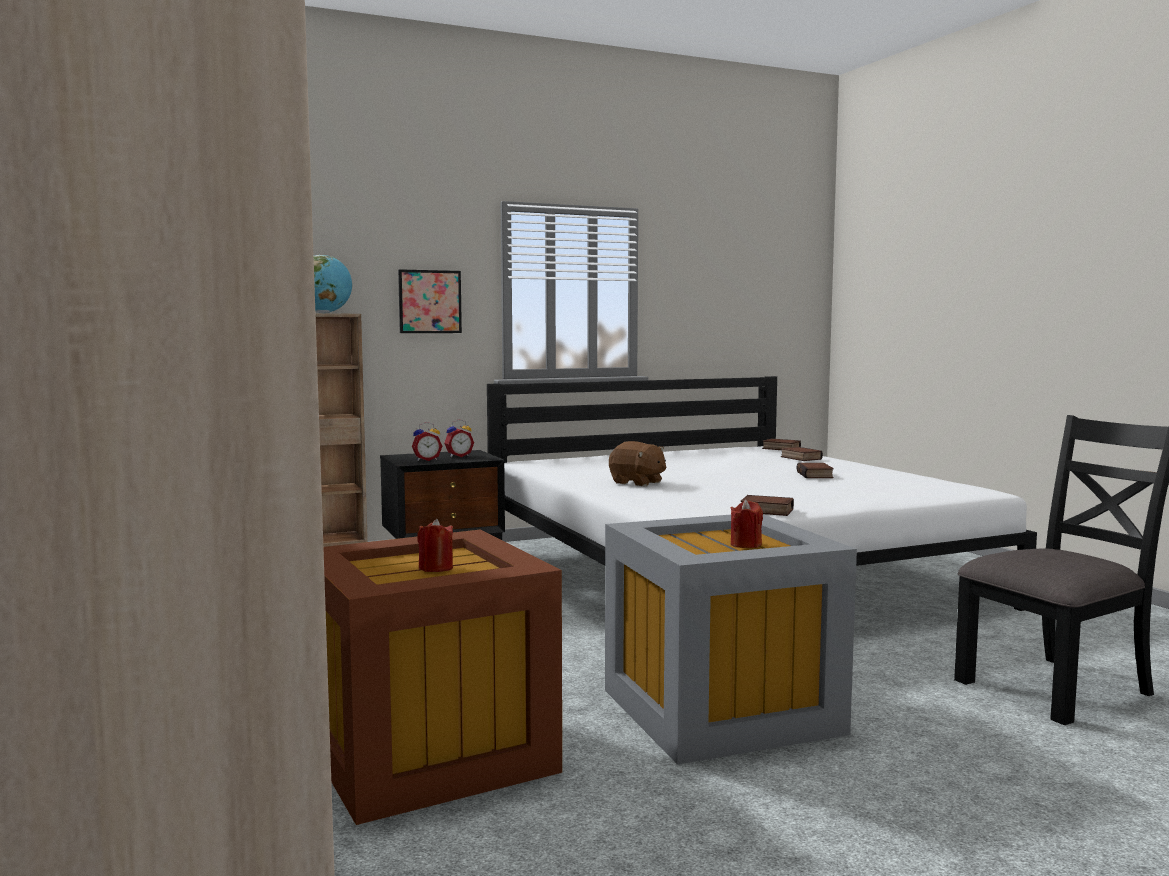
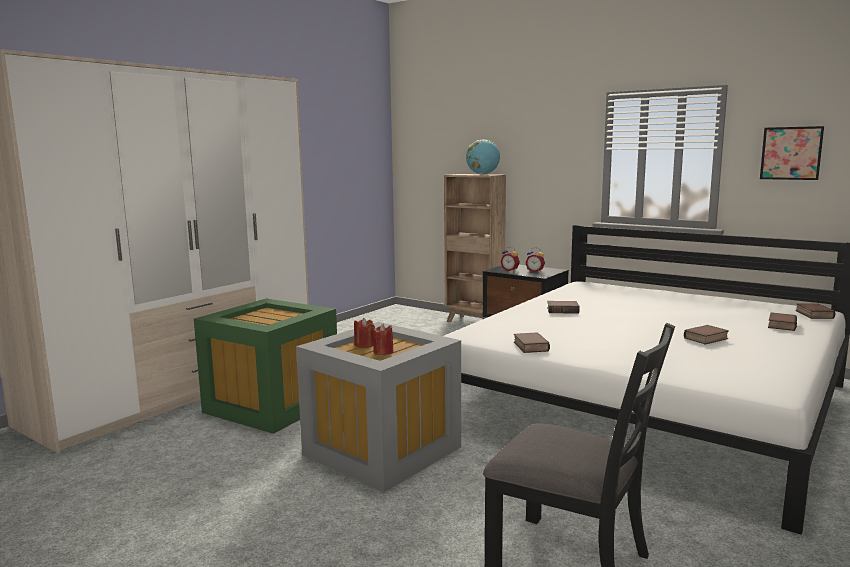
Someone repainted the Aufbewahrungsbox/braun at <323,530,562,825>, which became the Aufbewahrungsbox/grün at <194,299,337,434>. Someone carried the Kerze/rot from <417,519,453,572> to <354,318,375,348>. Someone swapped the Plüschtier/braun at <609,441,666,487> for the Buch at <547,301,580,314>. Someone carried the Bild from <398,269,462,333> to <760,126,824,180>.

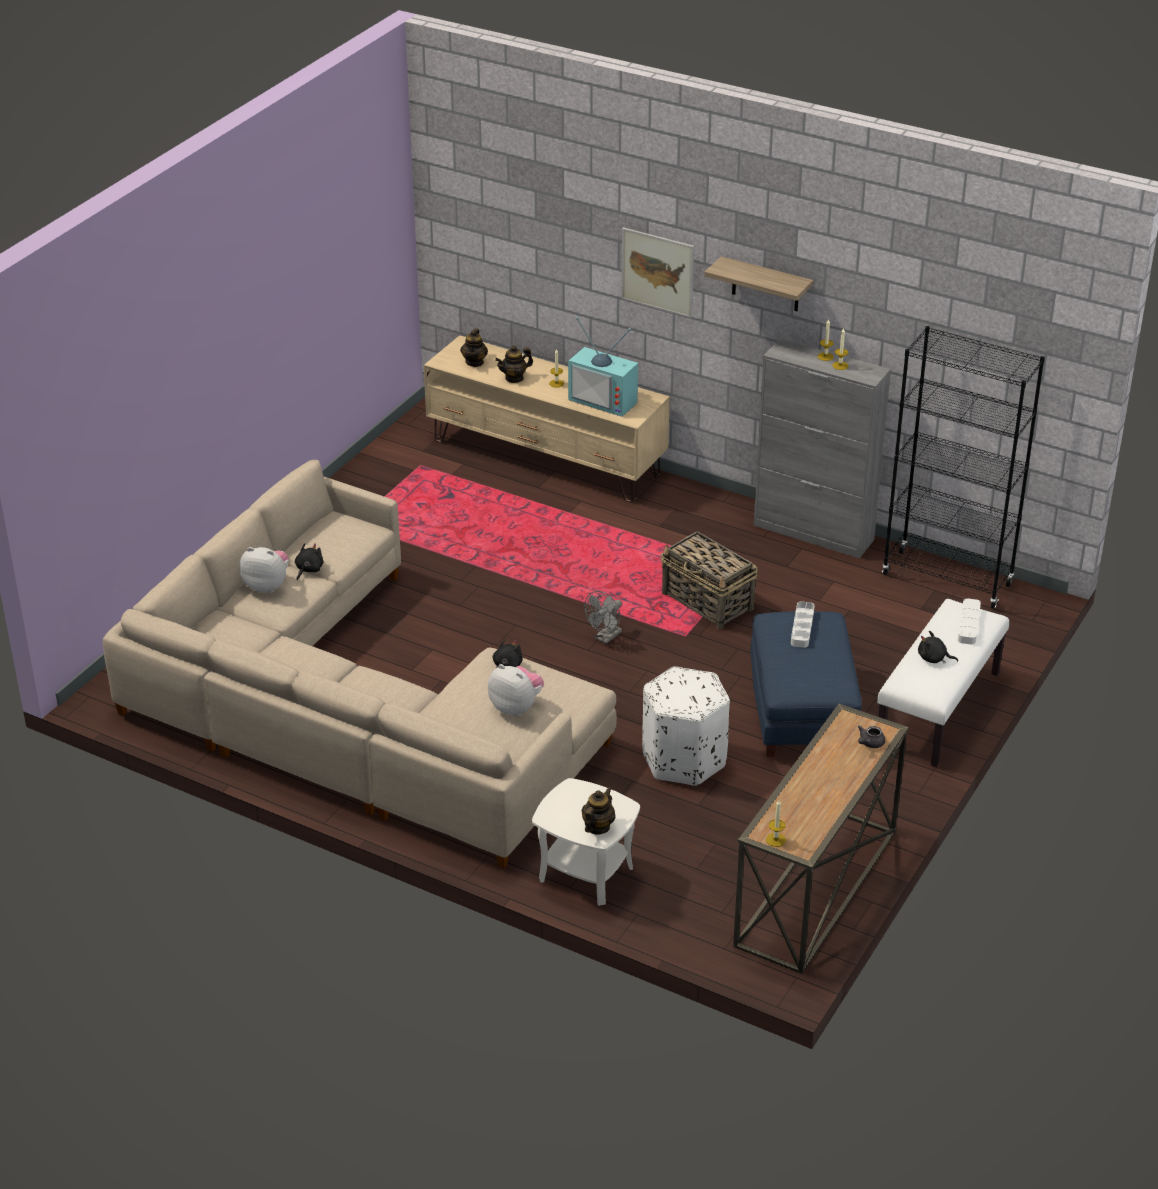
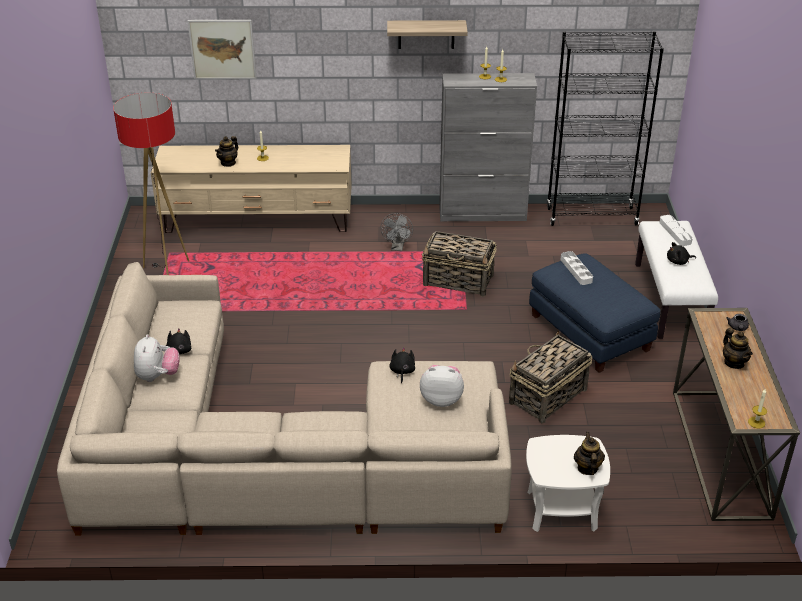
Someone put down the Stehlampe at <113,93,189,275>. Someone rotated the Plüschtier at <239,547,289,593> by 105 degrees clockwise. Someone carried the Bild from <621,227,694,318> to <188,20,256,79>. Someone carried the Ventilator/grau from <584,591,622,644> to <380,213,413,251>. Someone swapped the Polsterhocker/weiß at <642,667,730,786> for the Korb at <509,331,592,423>. Someone carried the Teekanne from <460,328,488,367> to <723,328,753,369>. Someone took away the Fernseher at <568,317,638,417>.

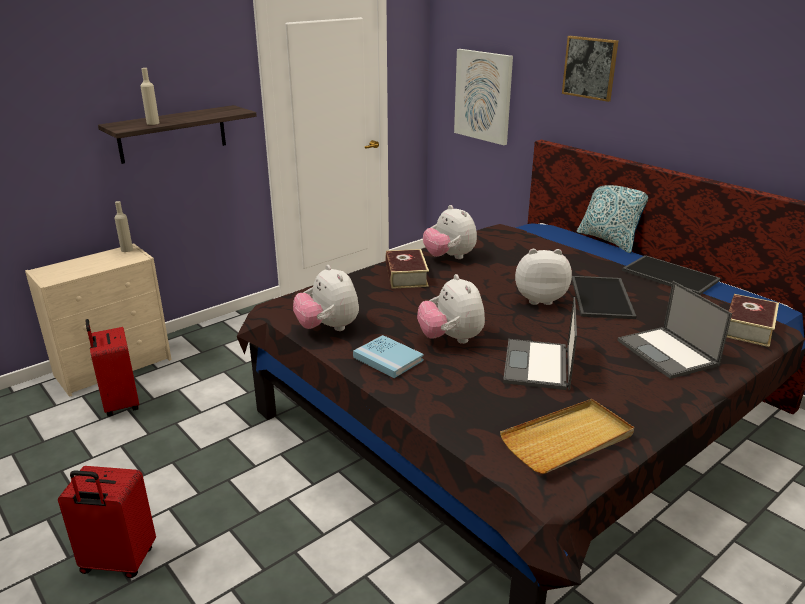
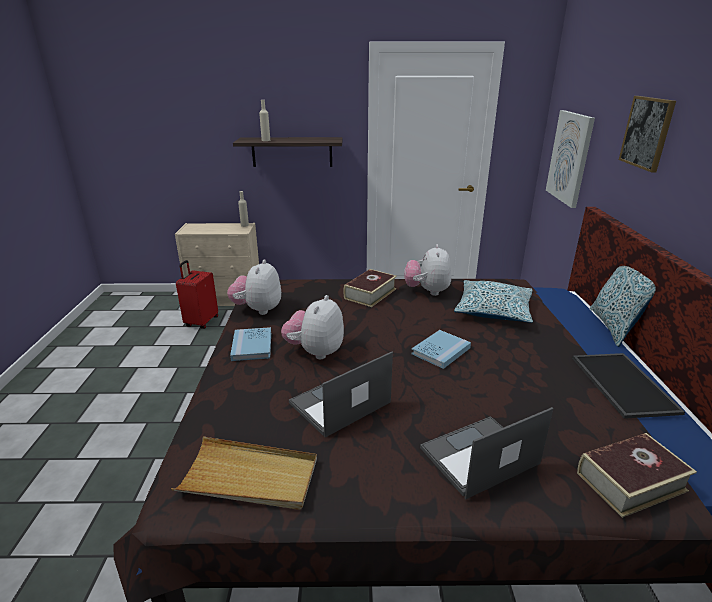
Someone swapped the Plüschtier at <515,249,572,305> for the Buch/blau at <412,330,471,369>. Someone rotated the Laptop at <618,281,732,379> by 45 degrees clockwise. Someone put down the Kissen at <454,280,533,323>. Someone took away the Koffer/rot at <58,466,156,578>. Someone took away the Tablett at <572,276,636,319>.

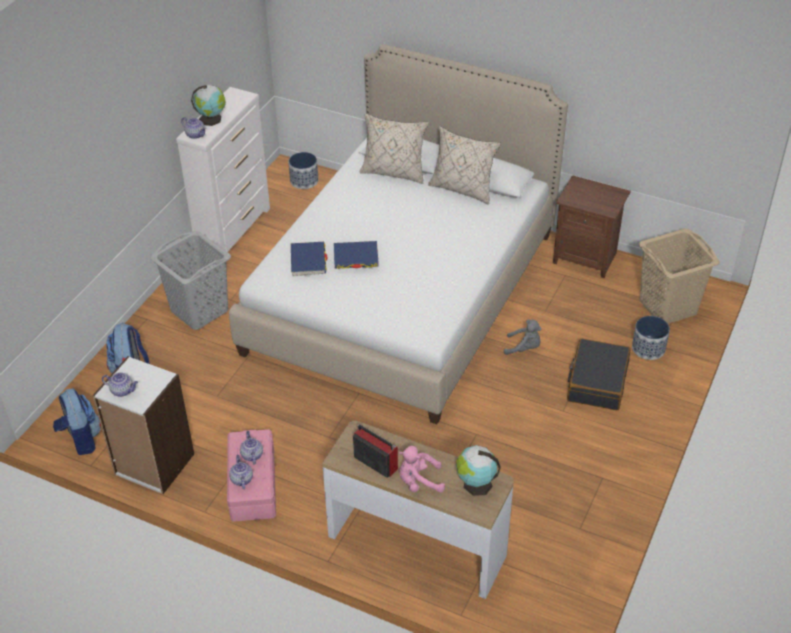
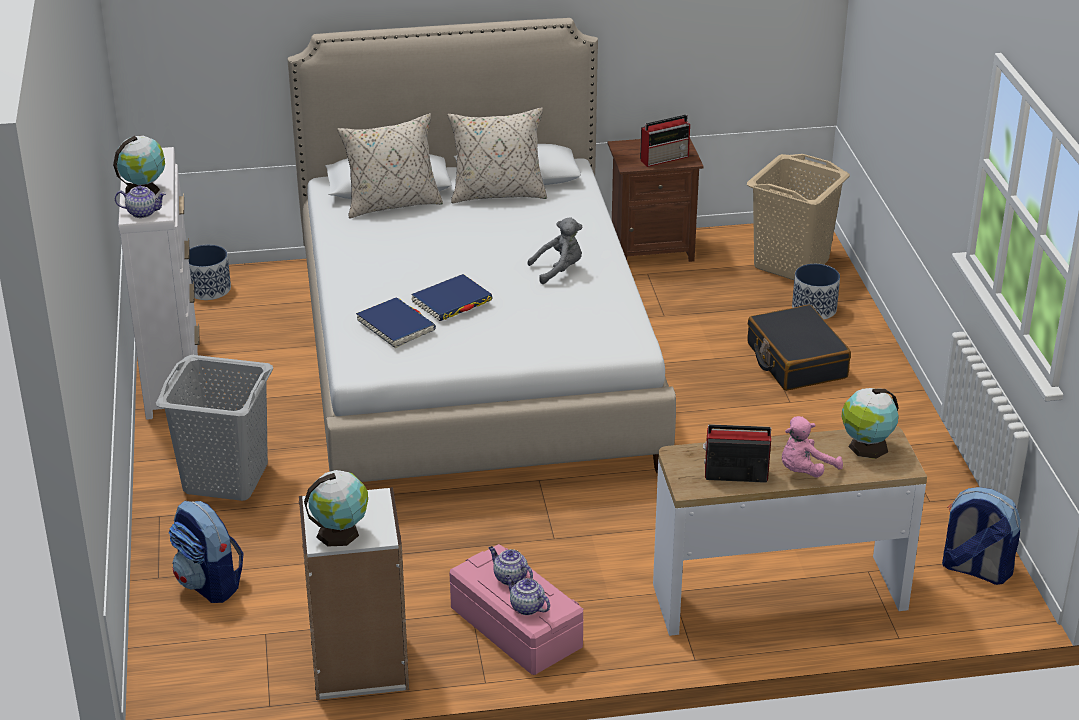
Someone swapped the Teekanne at <102,372,138,397> for the Globus at <304,470,368,547>. Someone carried the Plüschtier/grau from <504,320,542,355> to <527,217,582,284>. Someone put down the Radio at <640,115,690,167>. Someone carried the Rucksack from <53,388,101,455> to <942,487,1021,585>.

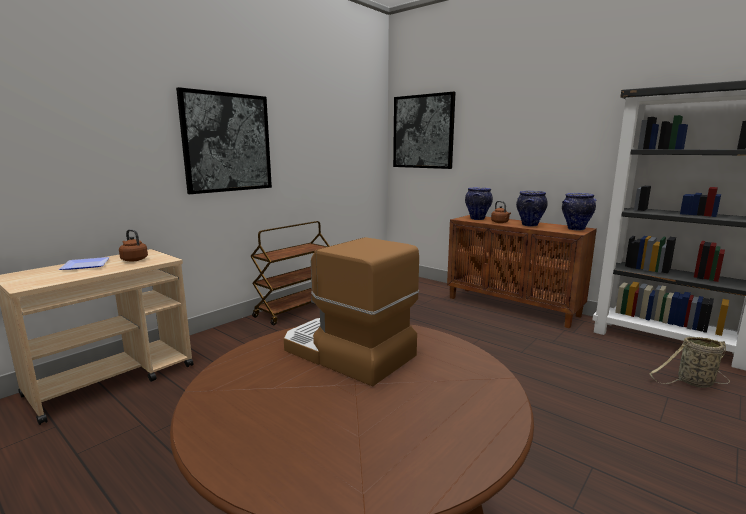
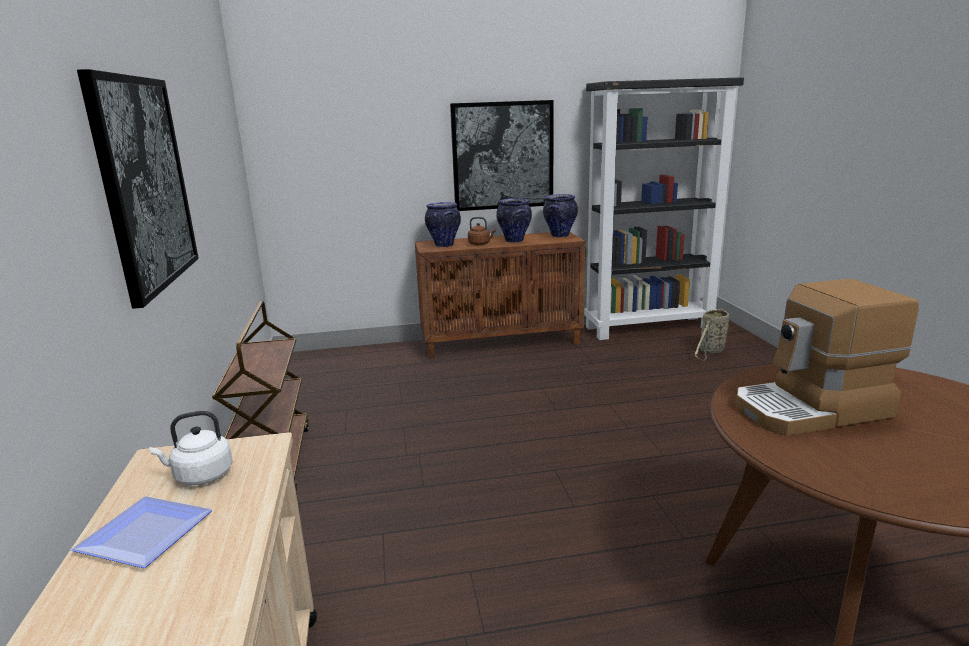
Someone repainted the Wasserkessel/braun at <119,229,148,262>, which became the Wasserkessel/weiß at <150,411,233,485>. Someone carried the Bild from <393,91,455,169> to <450,100,554,211>.

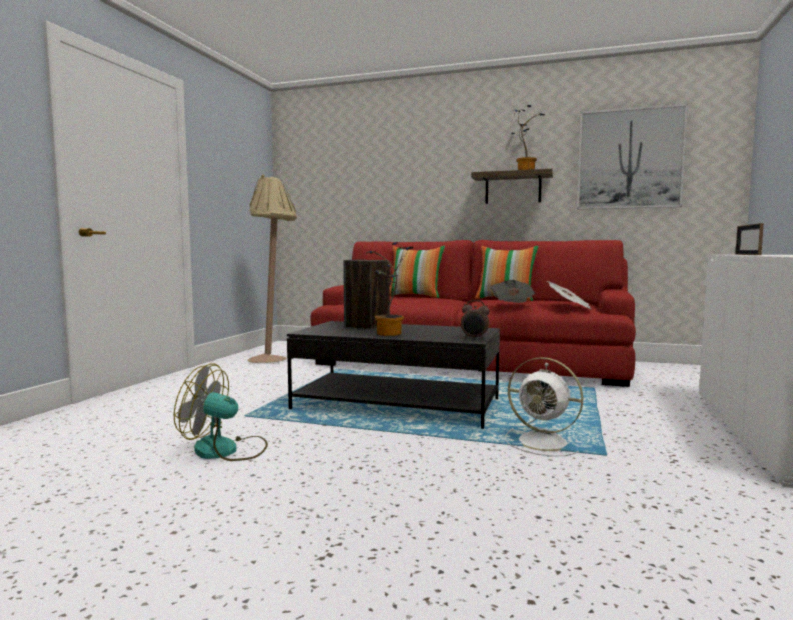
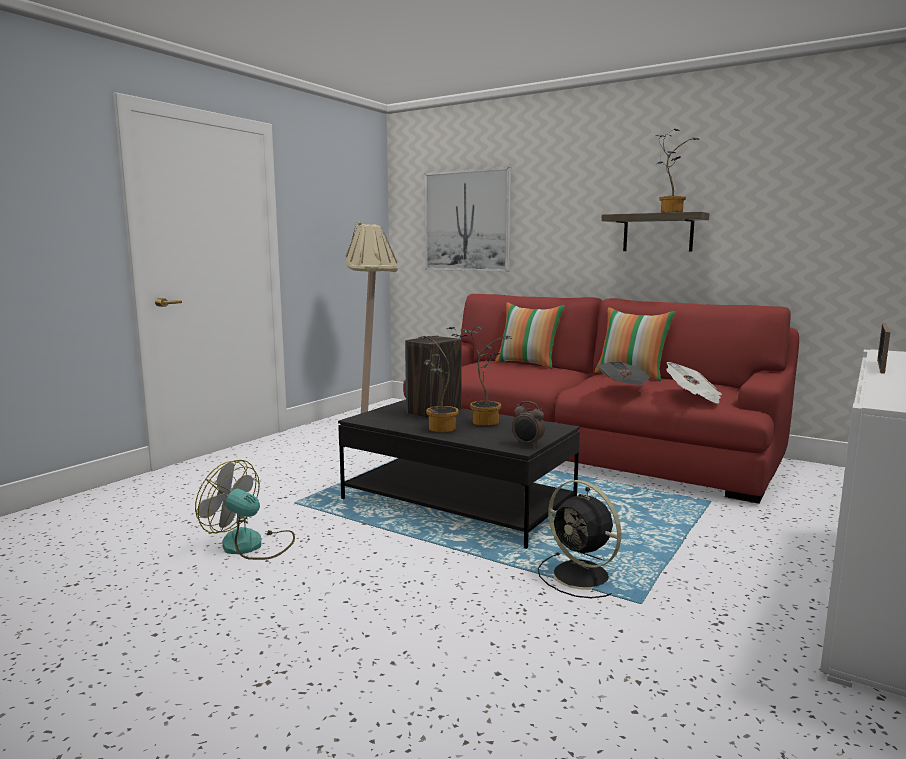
Someone carried the Bild from <577,104,688,210> to <424,167,511,272>. Someone put down the Topfpflanze at <461,326,512,426>. Someone repainted the Ventilator/weiß at <505,357,583,457>, which became the Ventilator/schwarz at <538,480,621,598>.

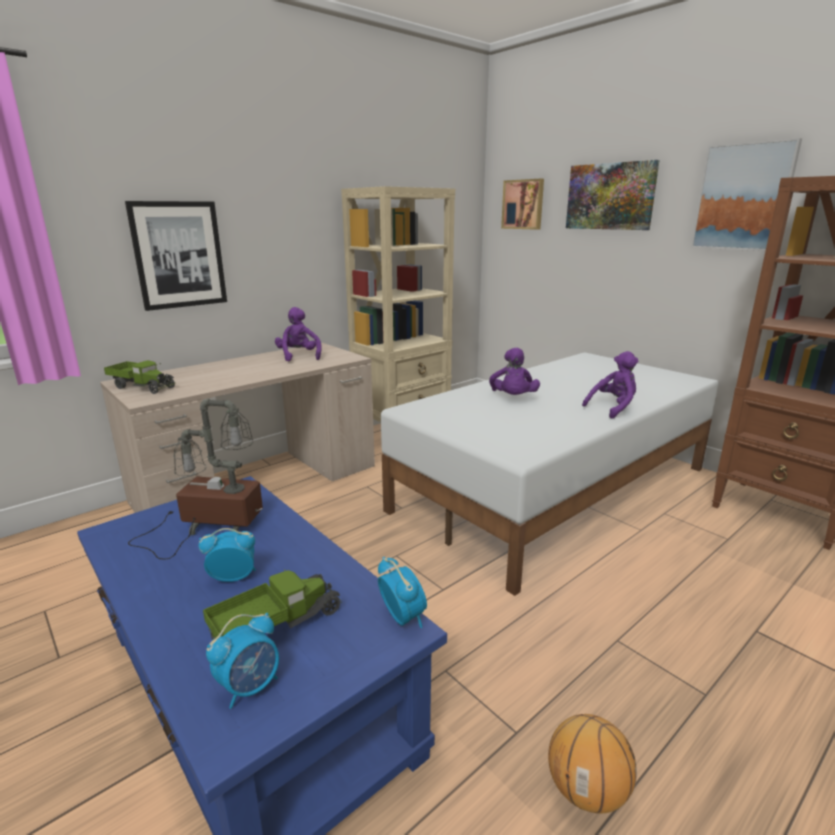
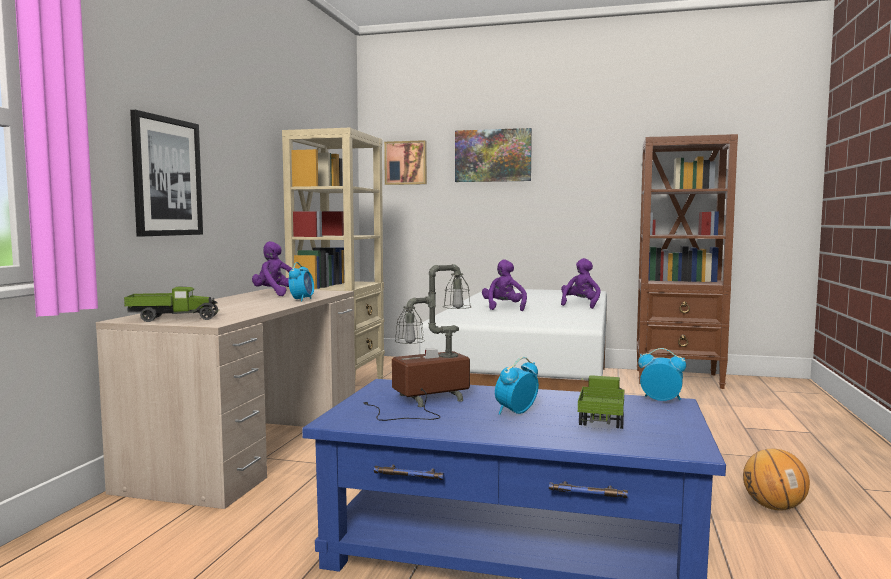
Someone carried the Wecker from <206,613,279,709> to <289,262,314,302>. Someone rotated the Plüschtier/lila at <489,348,540,395> by 150 degrees counterclockwise. Someone took away the Bild at <691,138,802,251>.

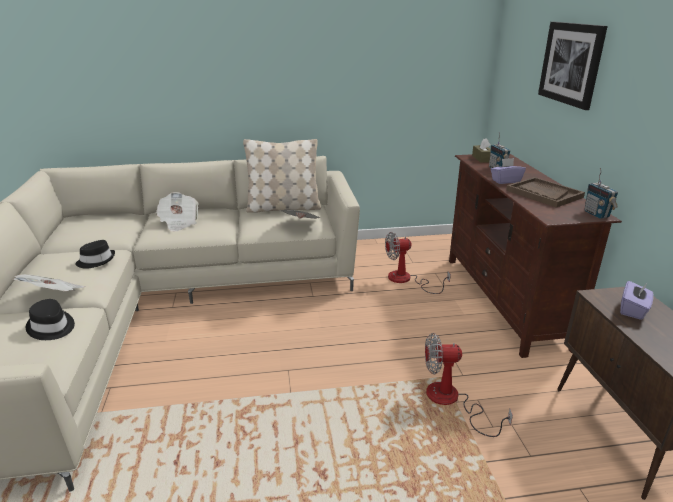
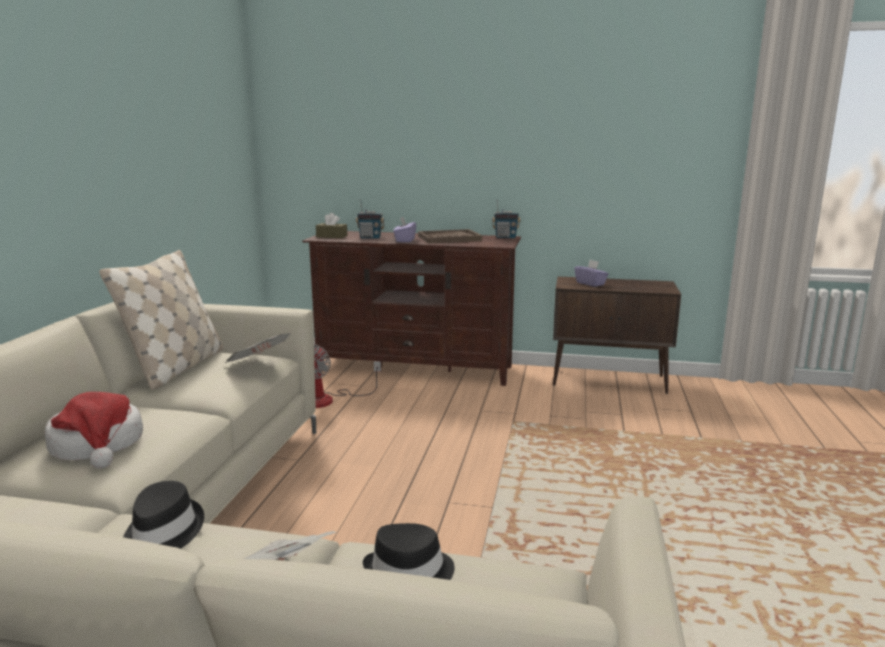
Someone swapped the Zeitung at <156,192,198,232> for the Hut at <45,392,143,469>. Someone took away the Ventilator at <425,333,513,437>. Someone took away the Bild at <538,22,608,110>.

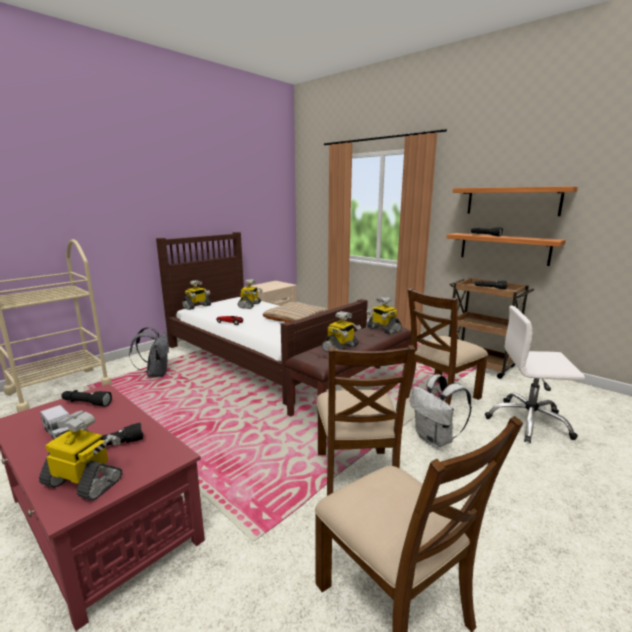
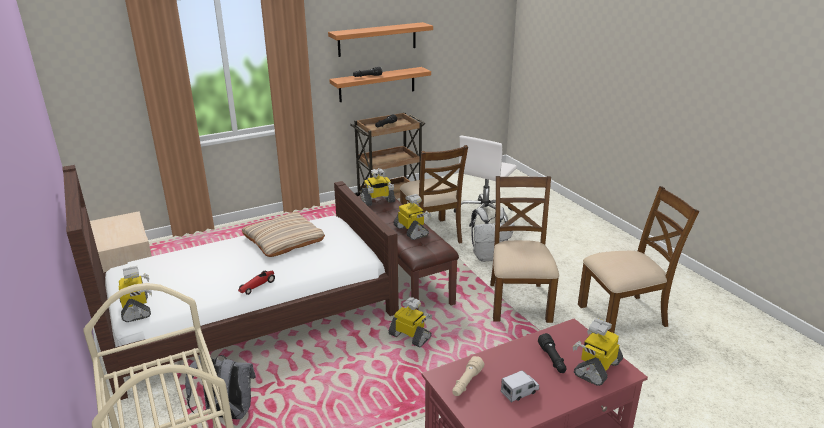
Someone carried the Spielzeugroboter from <238,279,262,309> to <389,297,432,347>. Someone repainted the Taschenlampe/schwarz at <61,390,112,406>, which became the Taschenlampe/beige at <452,356,484,396>. Someone rotated the Stuhl/braun at <317,345,416,496> by 105 degrees counterclockwise.

